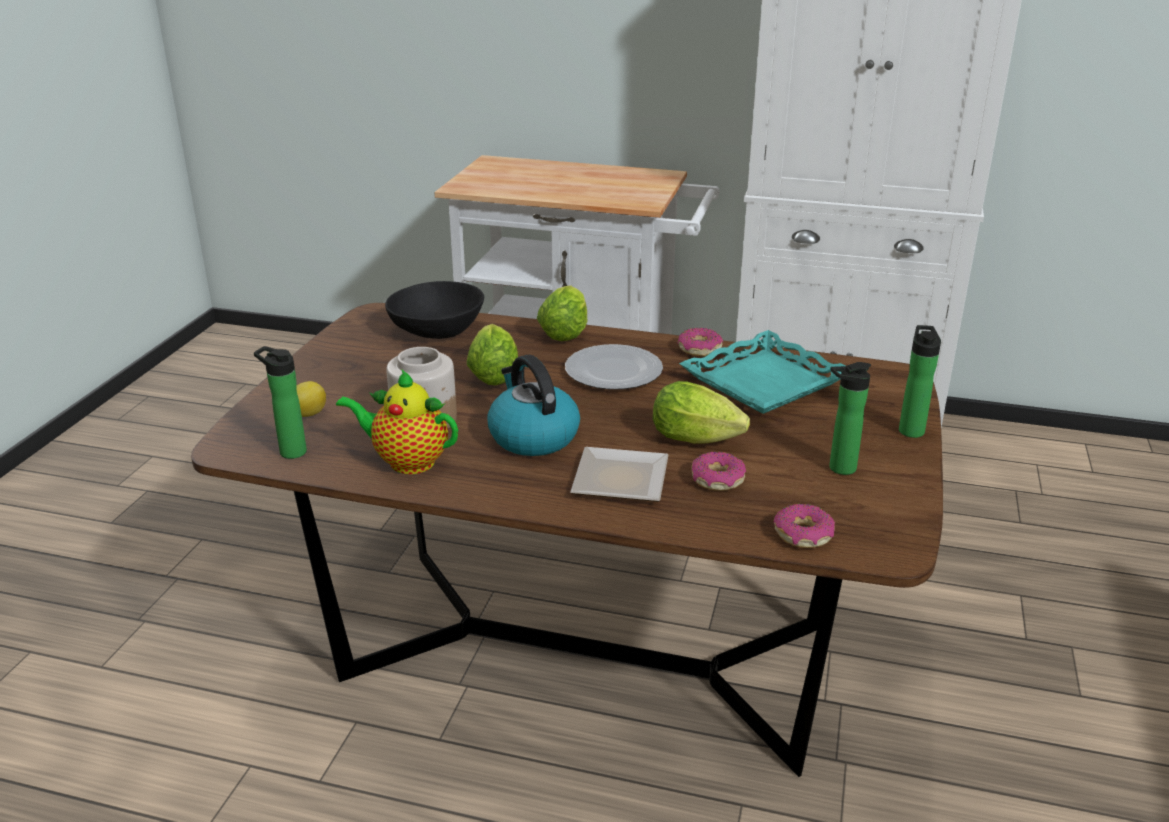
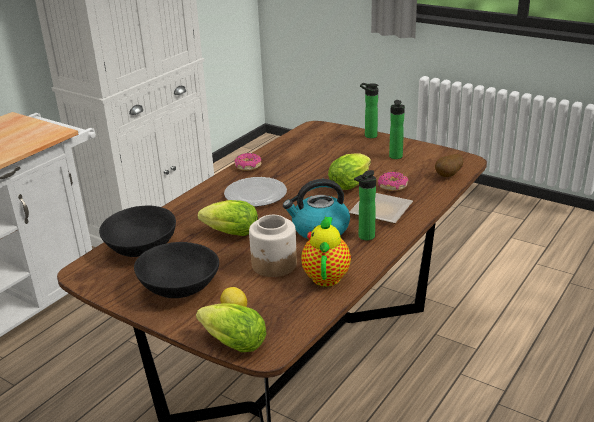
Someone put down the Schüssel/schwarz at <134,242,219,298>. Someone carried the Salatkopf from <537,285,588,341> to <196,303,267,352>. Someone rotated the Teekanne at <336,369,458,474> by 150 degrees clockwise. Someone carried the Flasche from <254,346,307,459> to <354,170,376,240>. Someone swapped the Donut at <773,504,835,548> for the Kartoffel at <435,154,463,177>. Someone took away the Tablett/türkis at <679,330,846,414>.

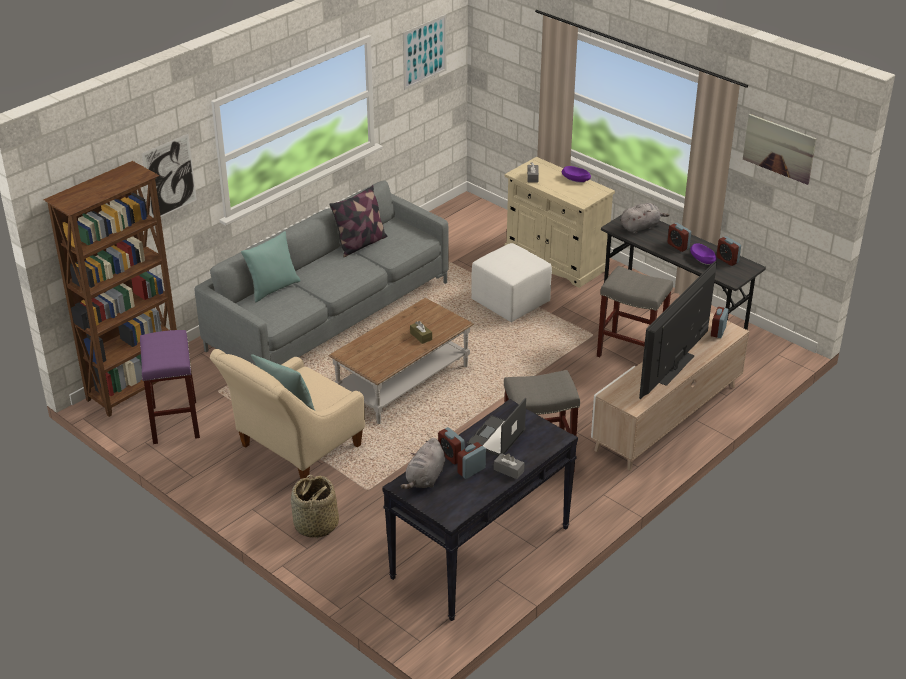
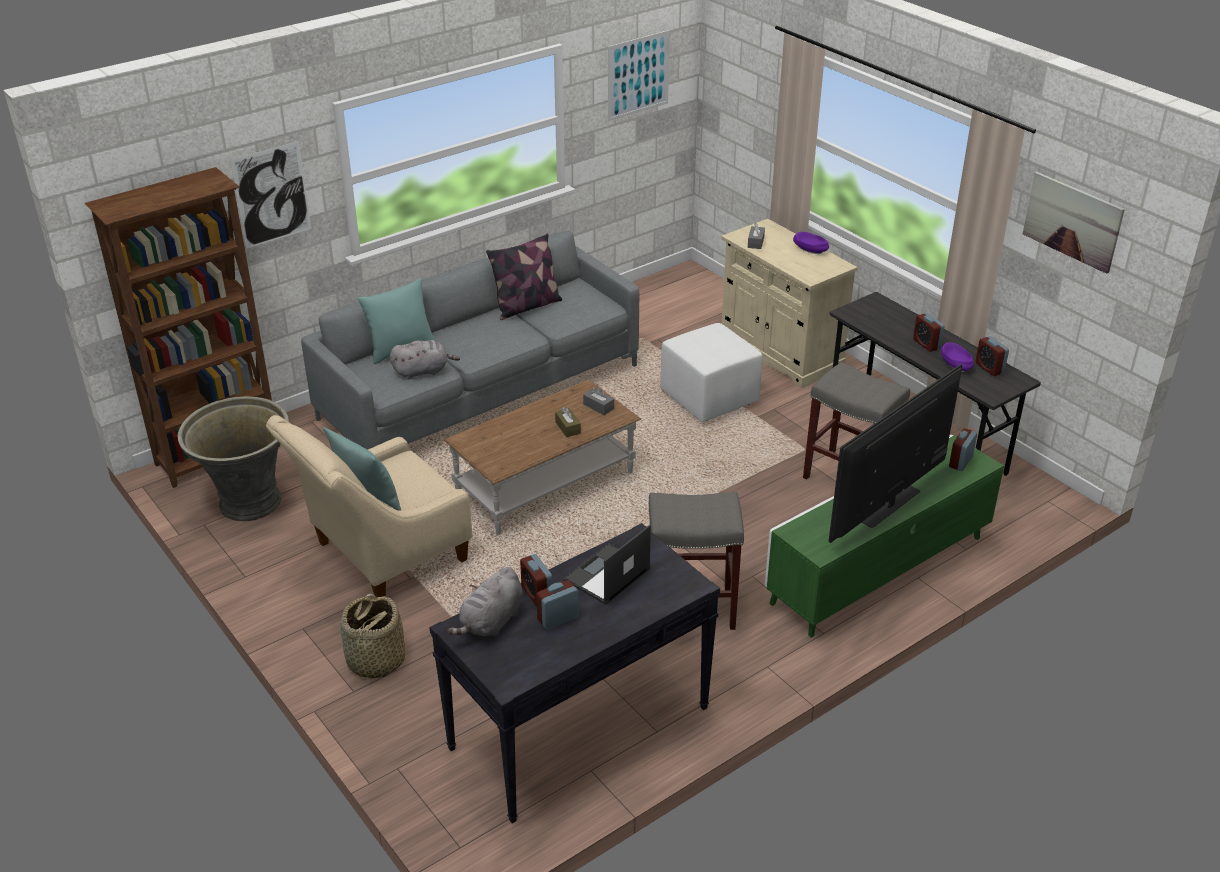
Someone swapped the Hocker/lila at <140,330,200,444> for the Pflanzkübel/grau at <177,396,289,521>. Someone carried the Plüschtier/grau from <621,203,669,234> to <390,340,460,379>. Someone carried the Taschentuchbox/grau from <494,453,524,479> to <583,387,614,415>. Someone repainted the Fernsehschrank/beige at <591,313,749,471>, which became the Fernsehschrank/grün at <765,435,1004,638>.

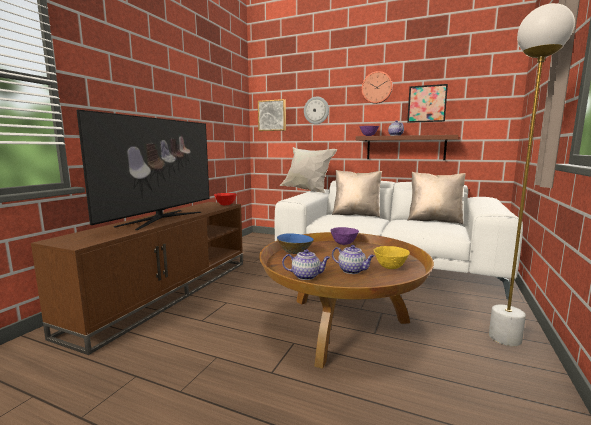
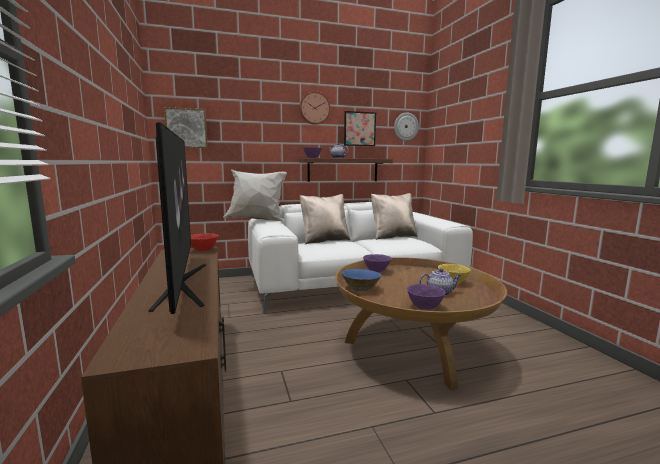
Someone carried the Wanduhr from <304,97,329,124> to <394,113,419,141>. Someone swapped the Teekanne at <282,249,330,280> for the Schüssel/lila at <407,284,446,310>. Someone took away the Stehlampe/weiß at <489,3,575,346>.

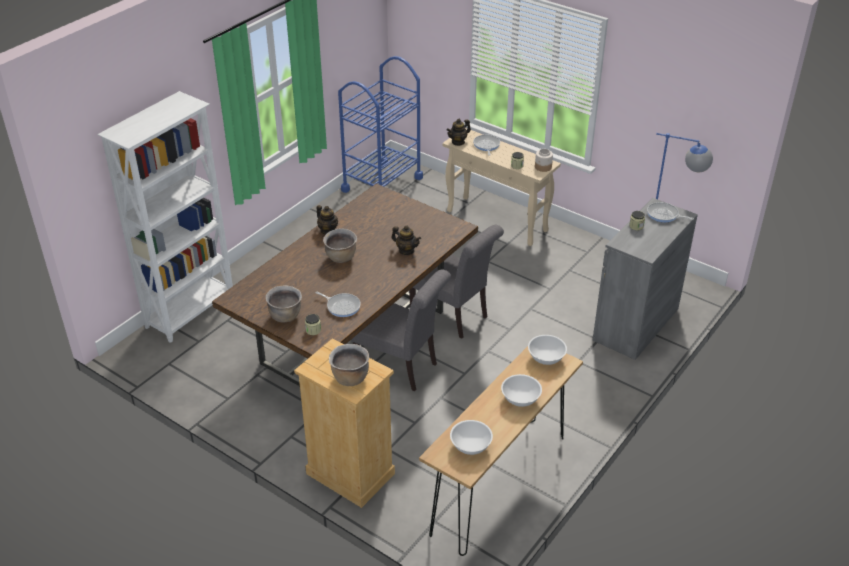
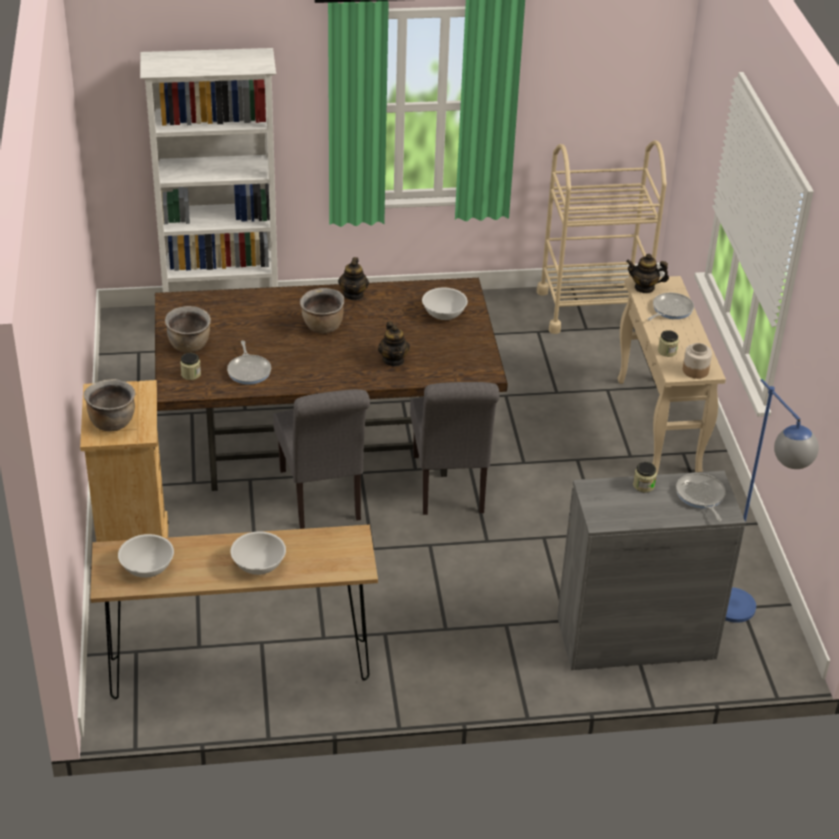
Someone carried the Schüssel/weiß from <528,335,567,365> to <422,288,468,320>. Someone repainted the Rollwagen/blau at <338,56,423,193>, which became the Rollwagen/beige at <536,140,667,334>.

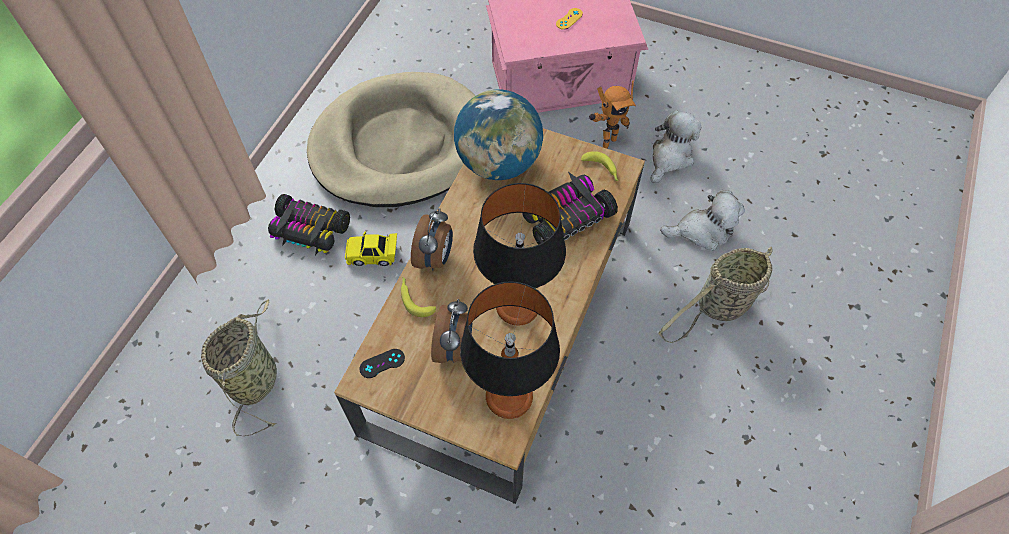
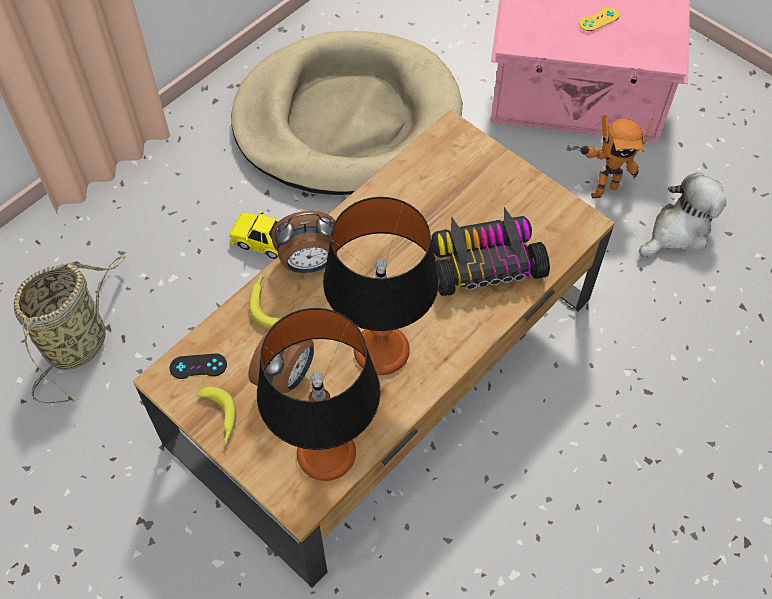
Someone carried the Banane from <581,151,618,181> to <197,387,236,445>. Someone rotated the Wecker at <411,208,453,271> by 45 degrees clockwise. Someone took away the Spielzeugauto at <268,194,350,255>. Someone took away the Globus at <454,89,543,180>. Someone took away the Korb at <658,246,773,343>. Someone took away the Plüschtier at <660,190,745,251>.

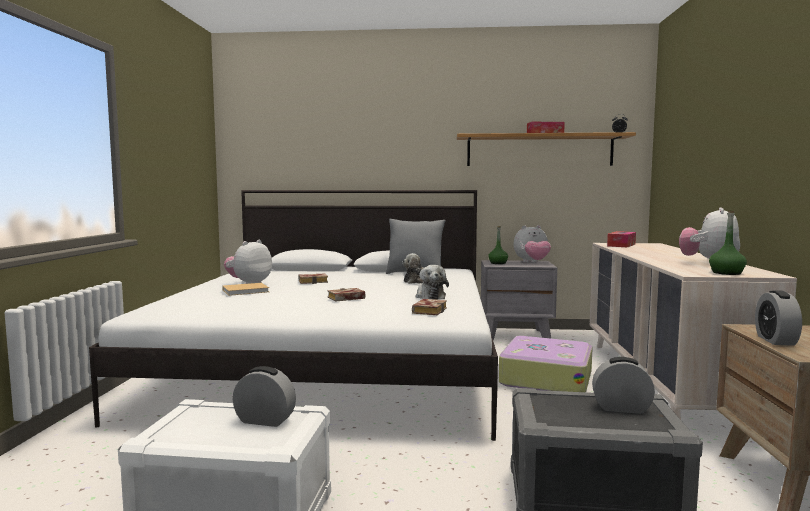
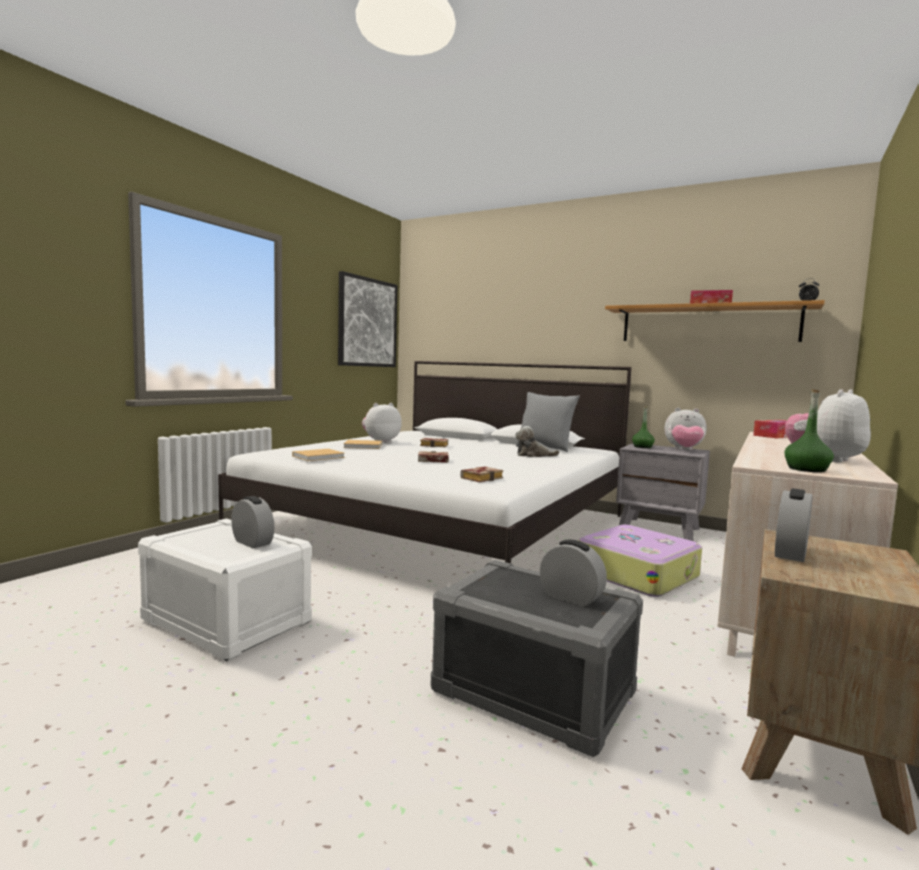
Someone put down the Buch/beige at <292,449,345,461>. Someone put up the Bild at <338,271,398,367>. Someone took away the Plüschtier at <415,265,449,300>.

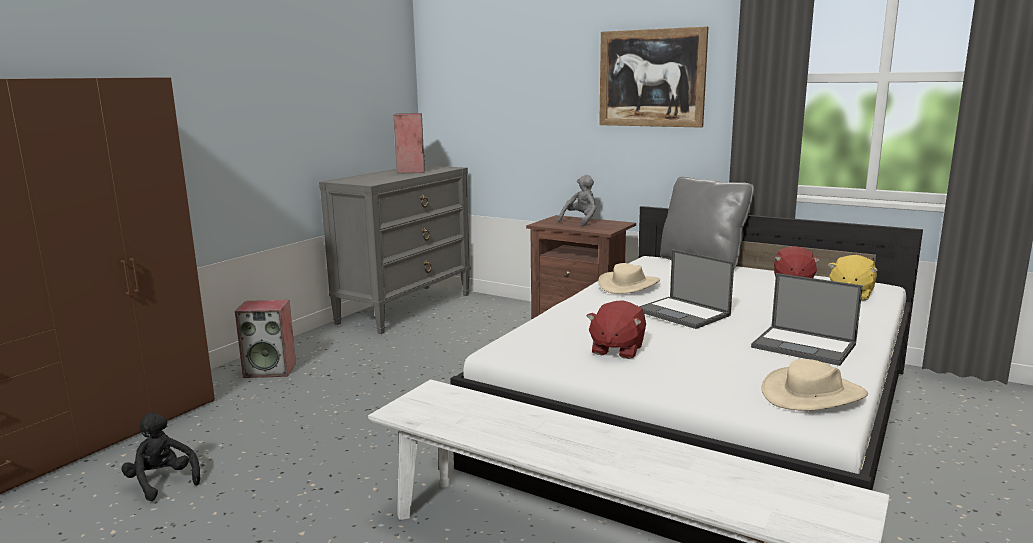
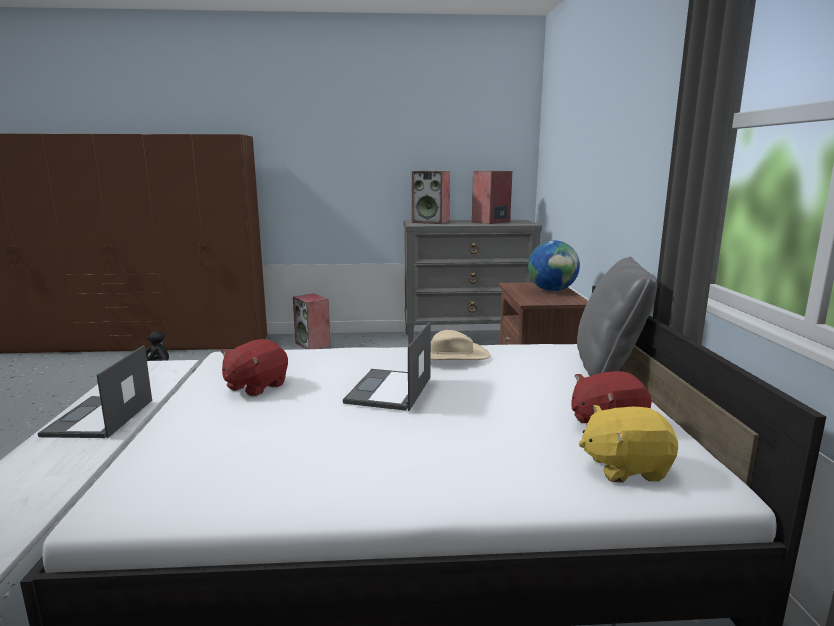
Someone carried the Laptop from <751,273,863,366> to <38,345,152,438>. Someone rotated the Plüschtier/rot at <587,300,646,359> by 45 degrees counterclockwise. Someone put down the Lautsprecher at <412,171,450,224>. Someone swapped the Plüschtier/grau at <558,175,596,226> for the Globus at <528,241,580,291>. Someone took away the Bild at <599,27,709,128>. Someone took away the Hut/beige at <762,359,868,410>.

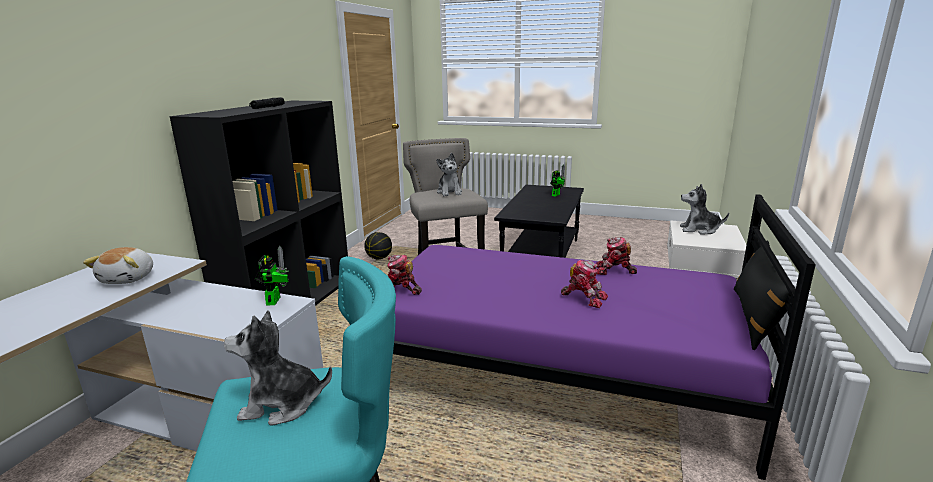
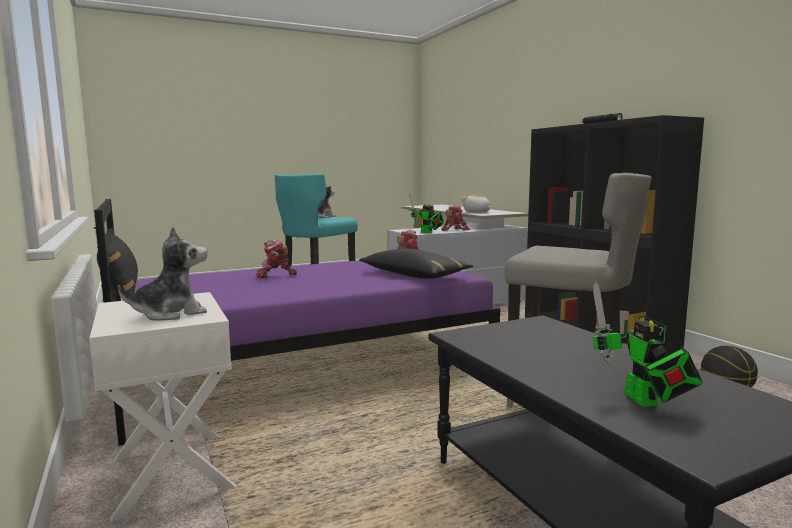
Someone put down the Kissen/schwarz at <359,249,473,279>. Someone carried the Spielzeugroboter from <596,237,637,275> to <442,205,470,231>. Someone took away the Plüschtier at <436,153,462,196>.

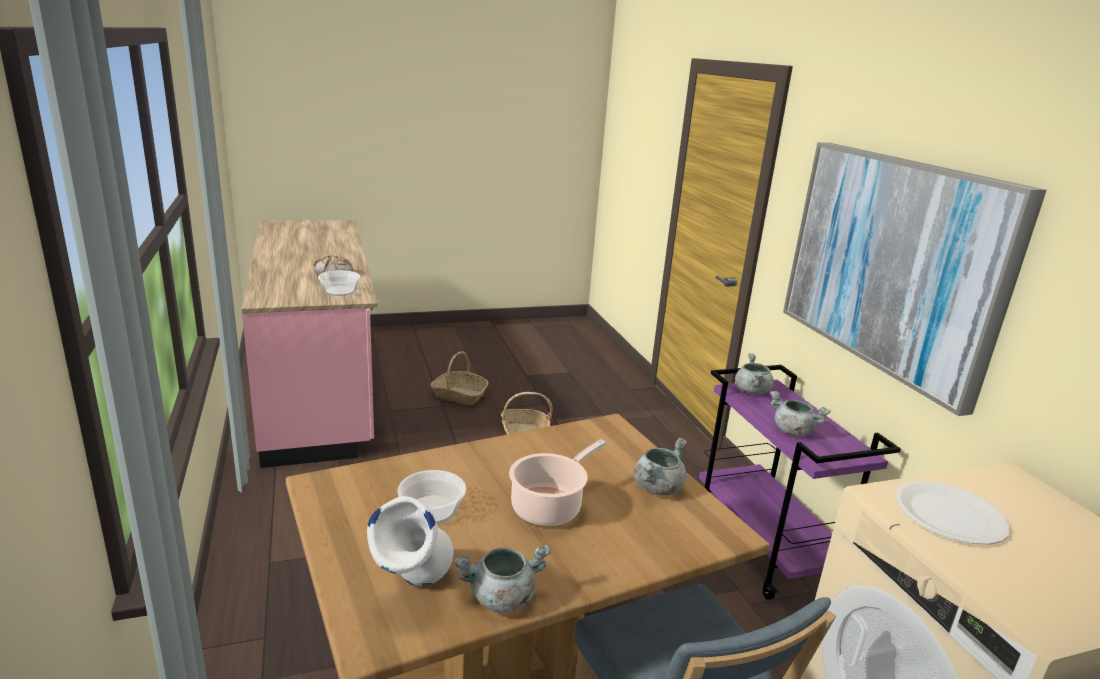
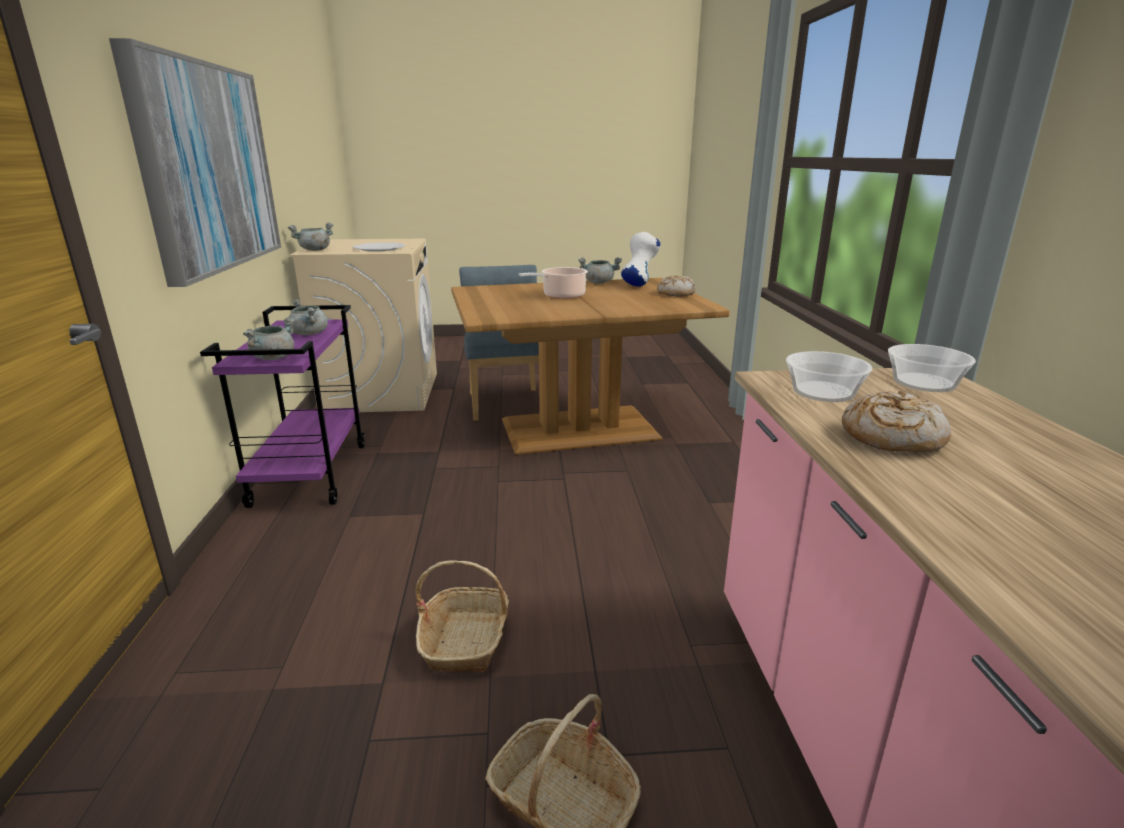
Someone carried the Kochtopf/grau from <634,437,687,496> to <288,222,333,251>. Someone put down the Brot at <657,275,695,297>. Someone carried the Schüssel from <397,470,466,525> to <888,344,976,392>.

